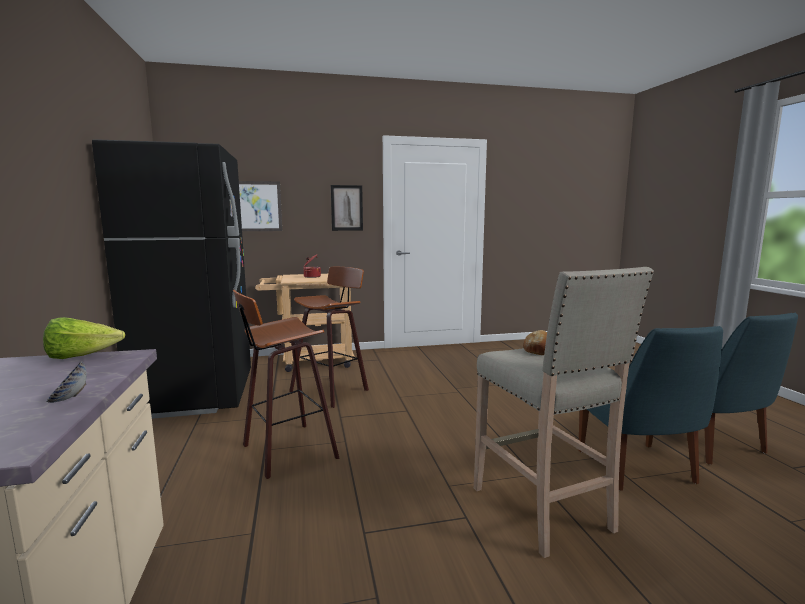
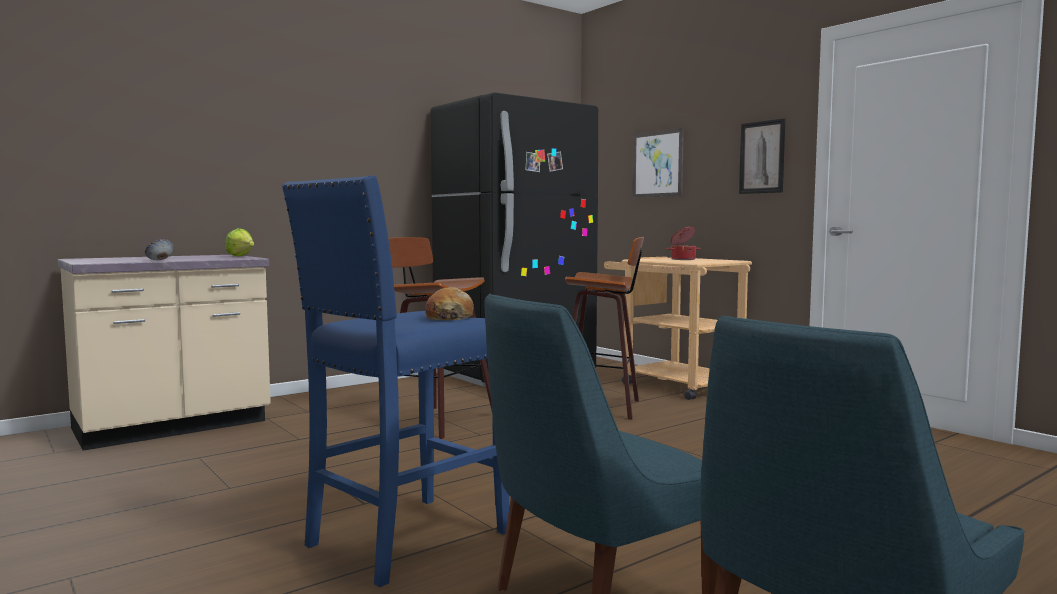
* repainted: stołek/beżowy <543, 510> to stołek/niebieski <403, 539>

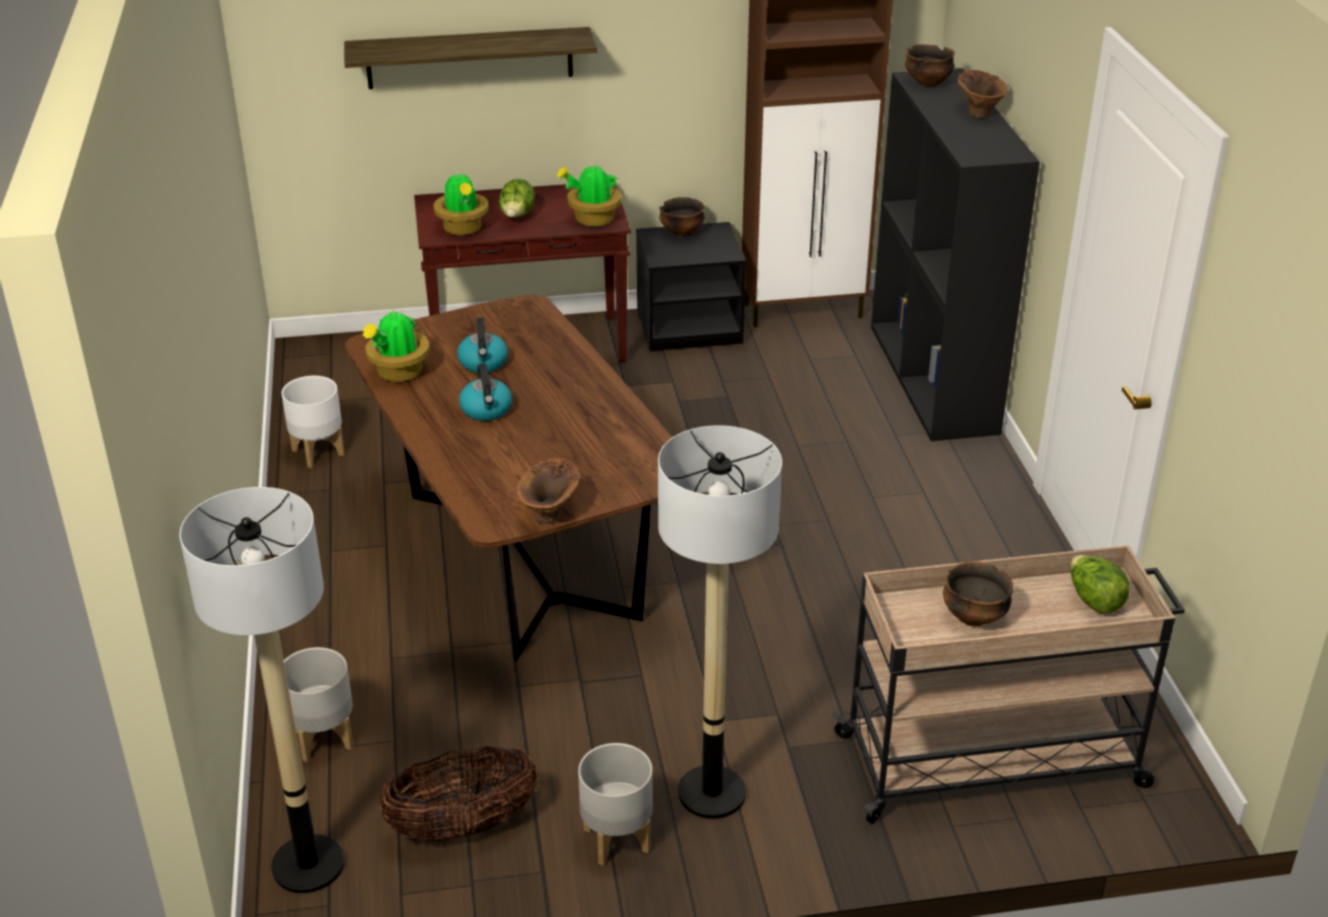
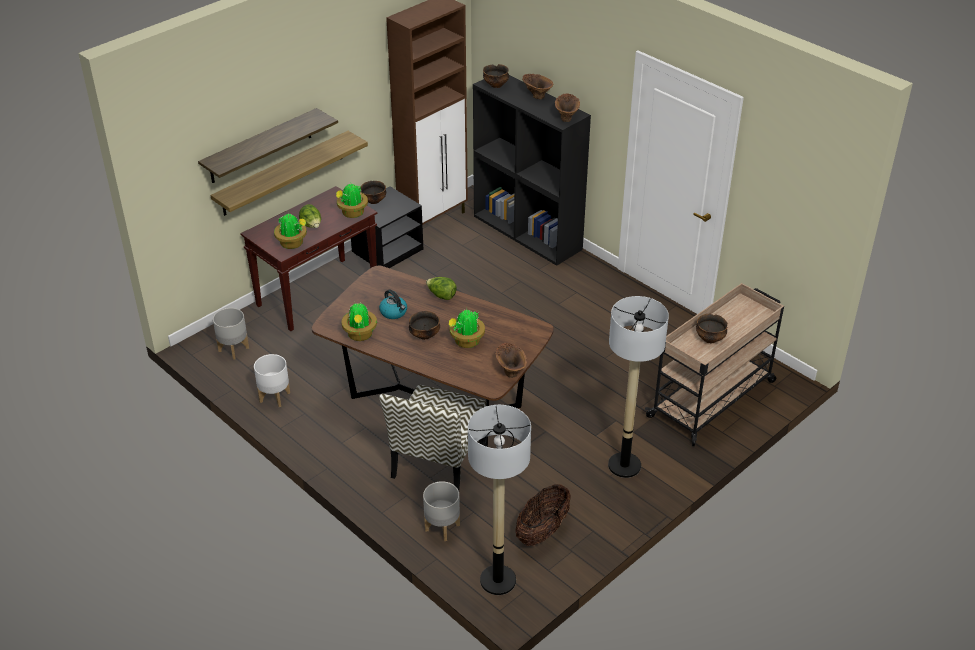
* new: półka <283, 173>
* shifted: donica/szary <617, 840> to <234, 349>
* new: krzesło <438, 461>
* swapped: czajnik <487, 410> to miska <424, 335>
* shifted: sałata <1093, 600> to <441, 296>
* new: roślina doniczkowa <466, 341>
* new: wazon/brązowy <567, 117>

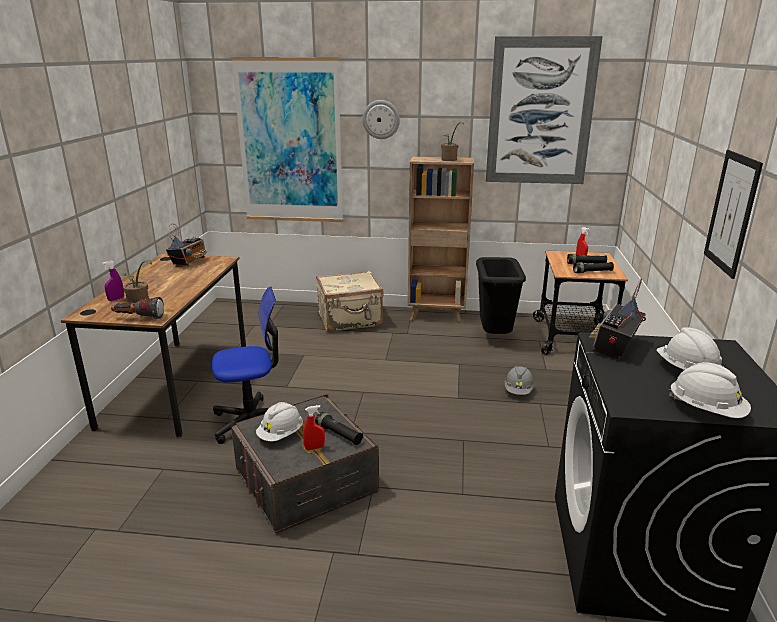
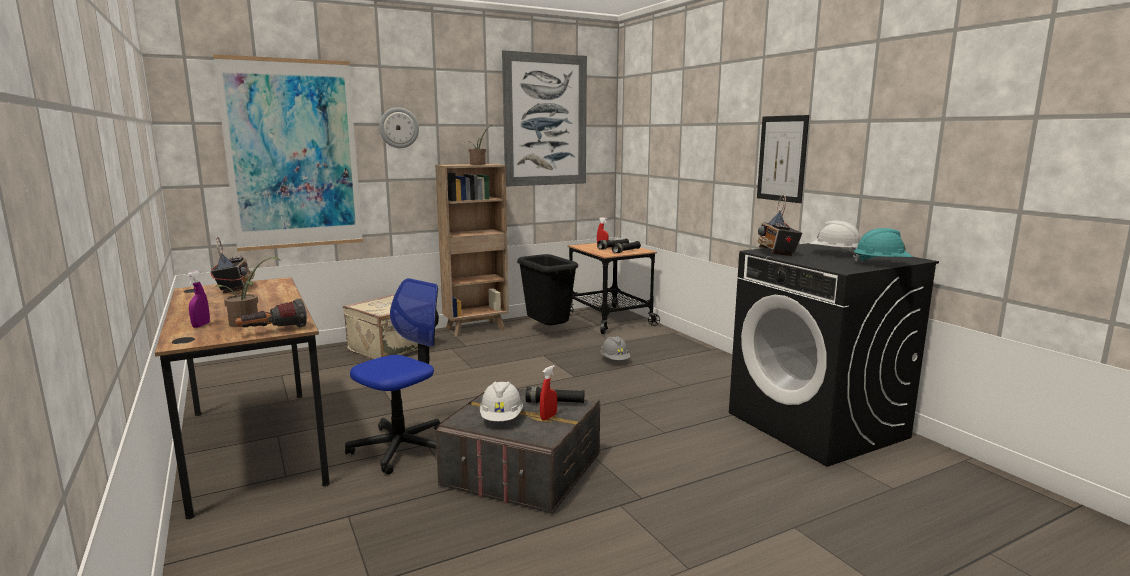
* repainted: kask/biały <706, 410> to kask/turkusowy <881, 264>

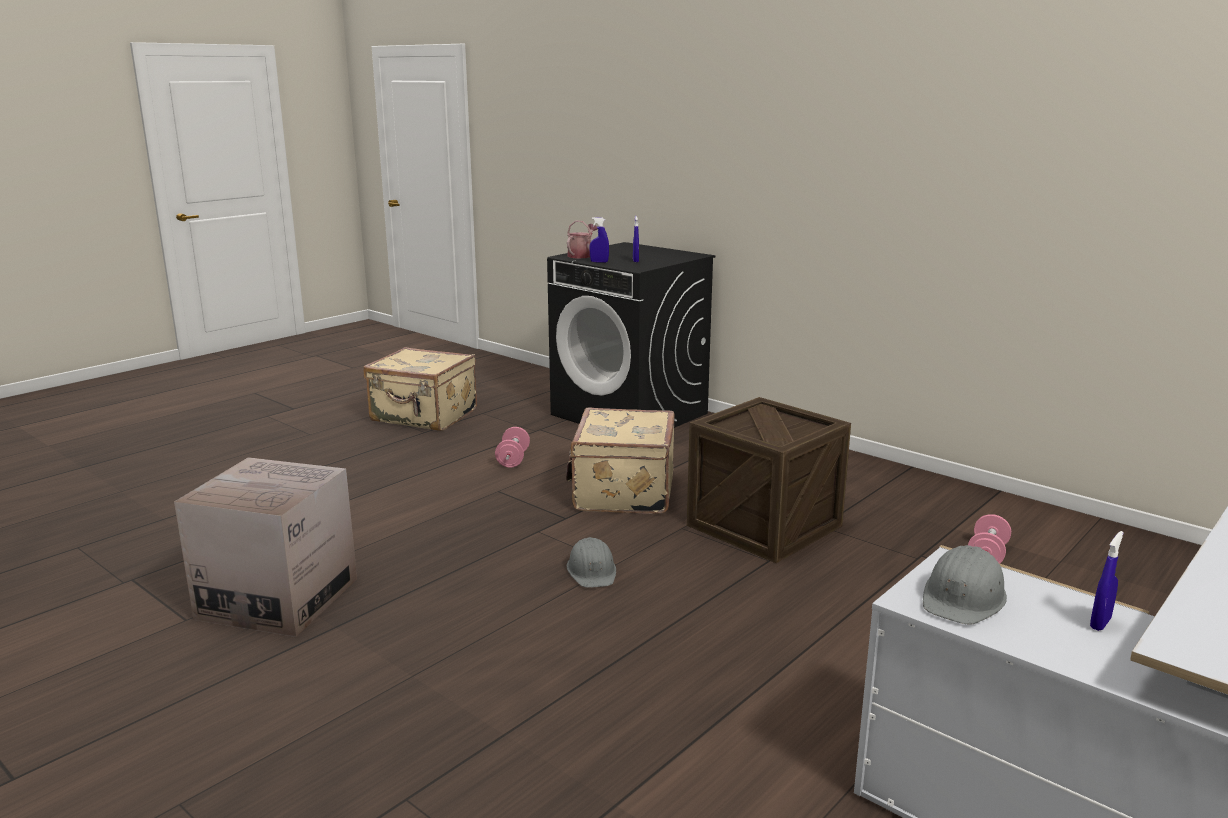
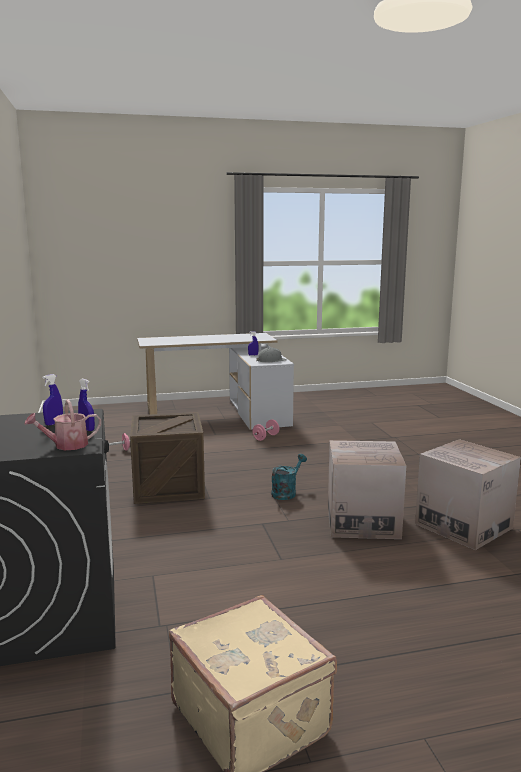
* shifted: hantel/różowy <513, 459> to <266, 437>
* swapped: kask/szary <592, 571> to konewka/turkusowy <286, 492>
* new: karton <362, 522>
* gone: walizka/beżowy <622, 492>

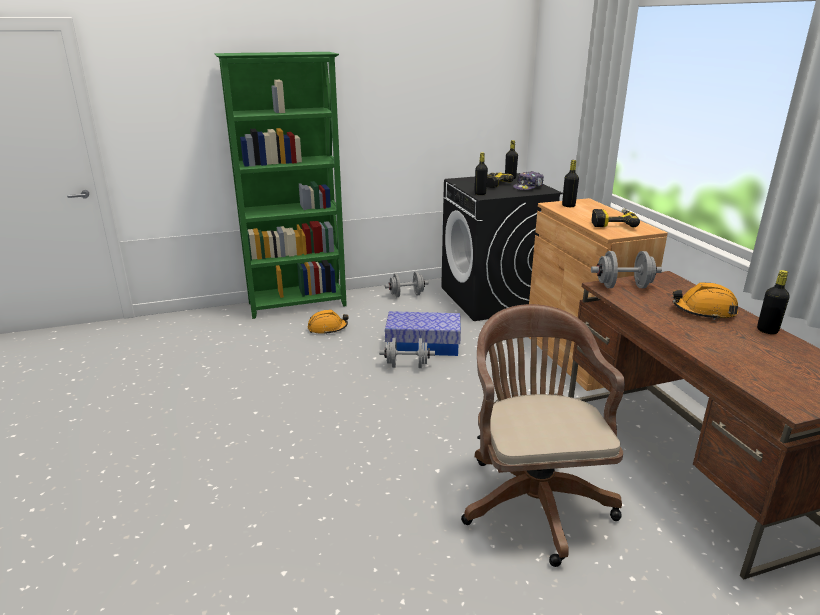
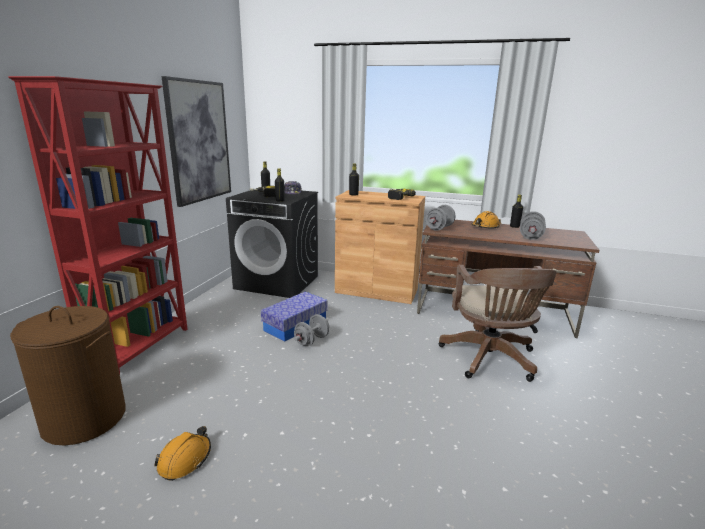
* repainted: regał/zielony <298, 305> to regał/czerwony <140, 348>
* new: kosz na pranie/brązowy <84, 419>
* shifted: kask/pomarańczowy <327, 328> to <185, 460>
* new: obraz <199, 141>
* rotated: krzesło biurowe/brązowy <533, 497> = <490, 359> 120 degrees counterclockwise
* shifted: hantel/szary <406, 295> to <530, 236>

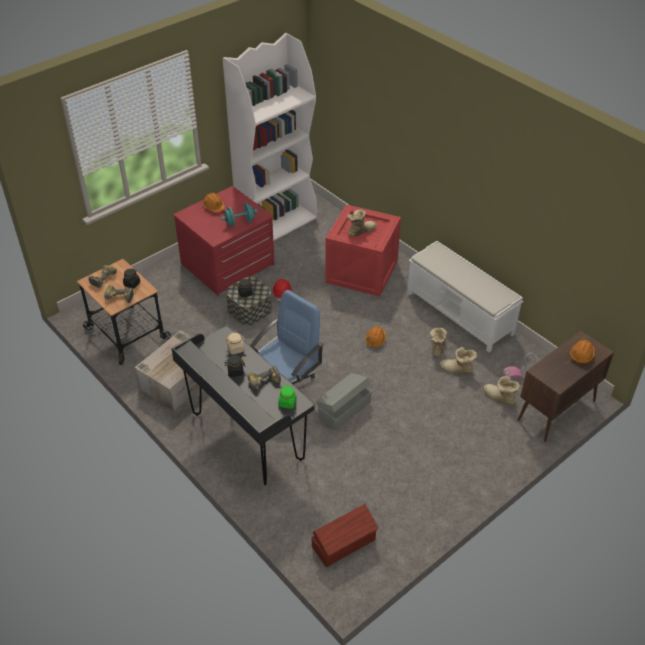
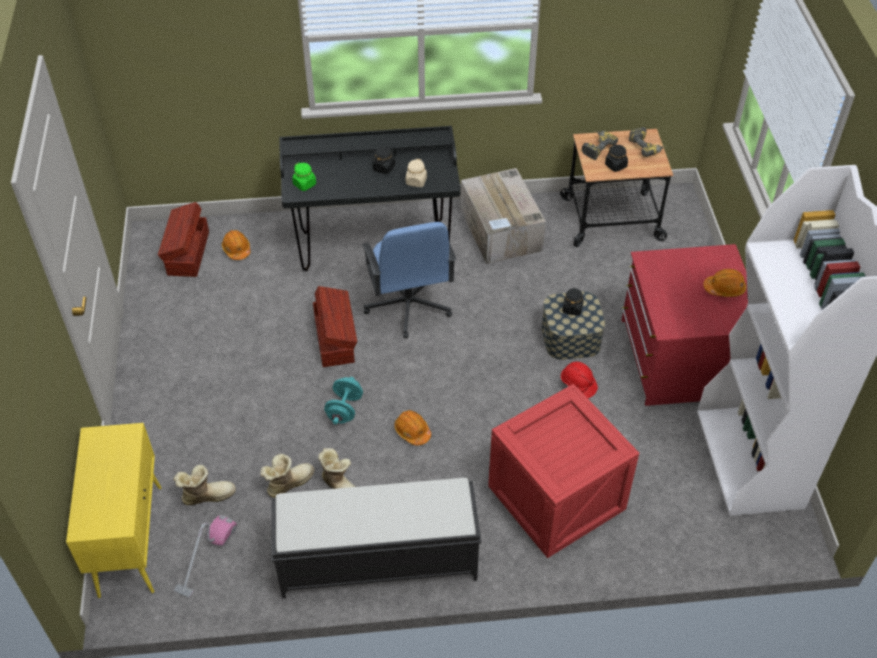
* repainted: szafka/brązowy <556, 411> to szafka/żółty <130, 539>
* shifted: kask/pomarańczowy <581, 355> to <236, 249>
* repainted: ławka/biały <460, 313> to ławka/czarny <376, 560>
* repainted: pojemnik do przechowywania/szary <343, 409> to pojemnik do przechowywania/brązowy <335, 338>
* shifted: hantel/turkusowy <240, 222> to <344, 409>
* gone: wiertarka <265, 384>
* gone: but z cholewką <360, 231>

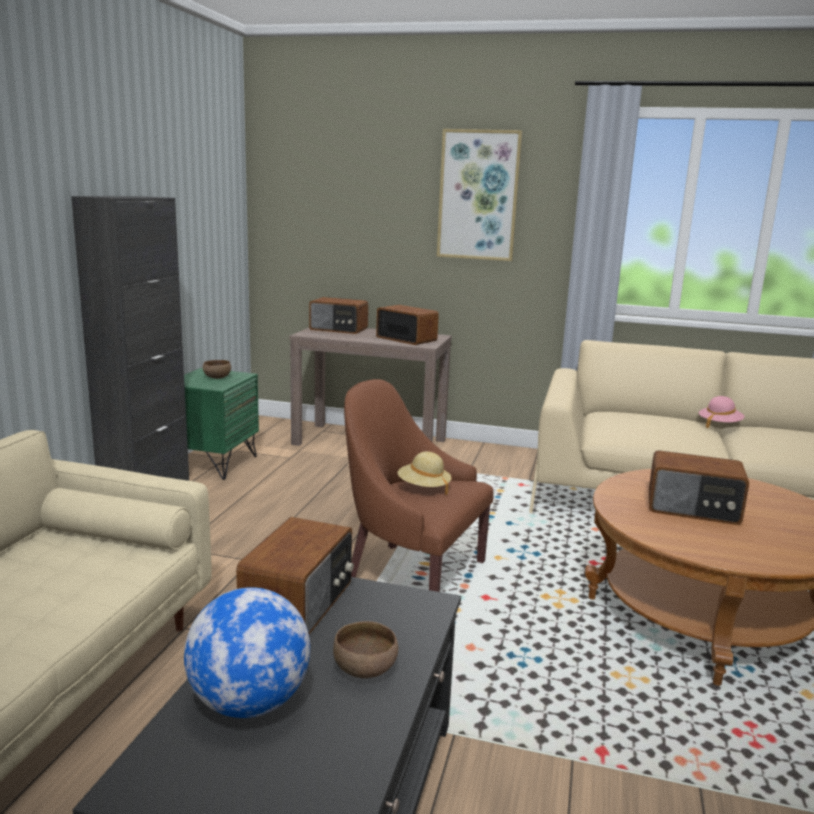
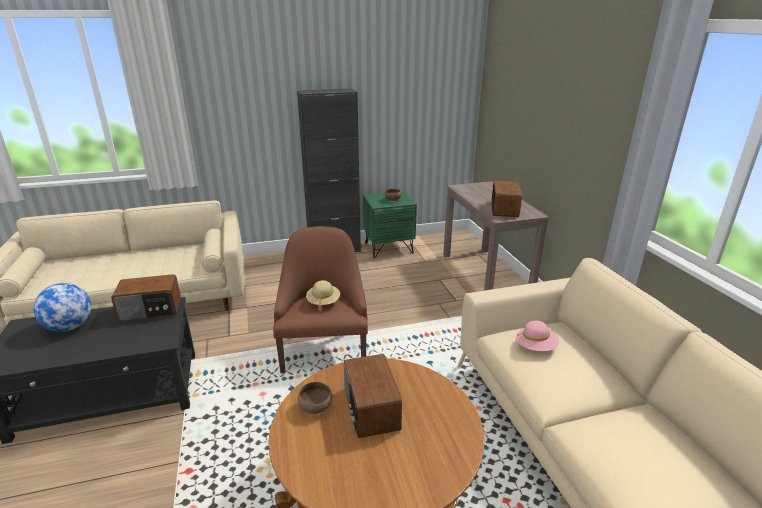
* shifted: miska/brązowy <366, 668> to <316, 407>
* shifted: kapelusz/różowy <719, 425> to <536, 347>
* gone: radio <338, 329>
* gone: obraz <478, 195>

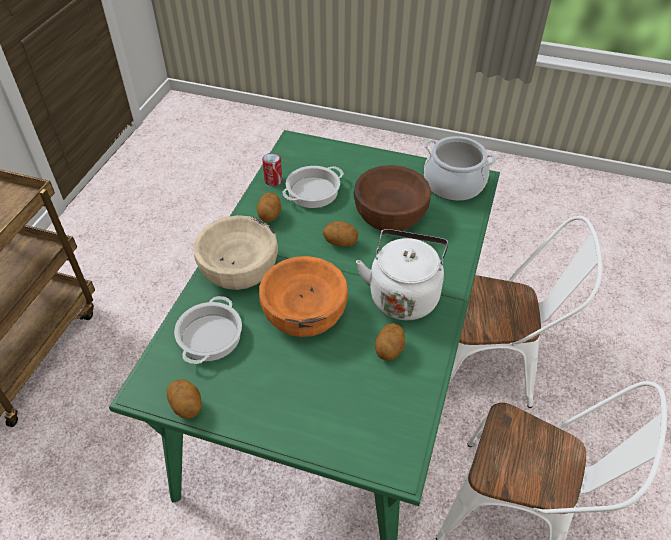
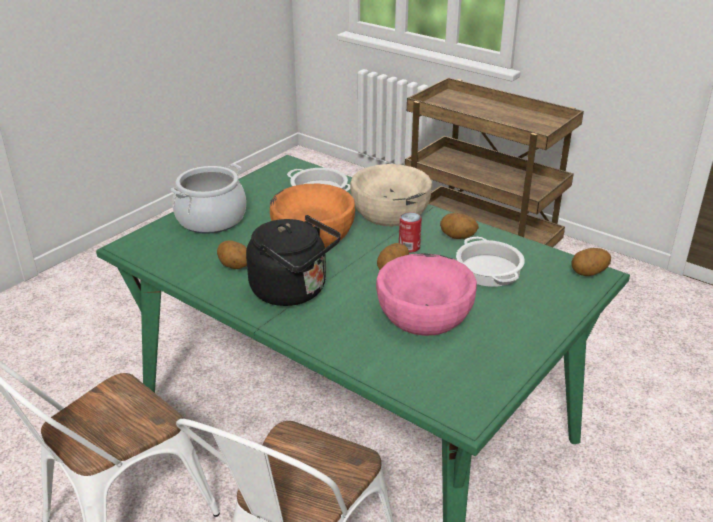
* shifted: garnek <454, 184> to <211, 219>
* repainted: czajnik/biały <403, 294> to czajnik/czarny <293, 291>
* repainted: miska/brązowy <390, 213> to miska/różowy <424, 314>
* shifted: puszka <273, 180> to <409, 247>
* shifted: ziemniak <187, 406> to <589, 273>

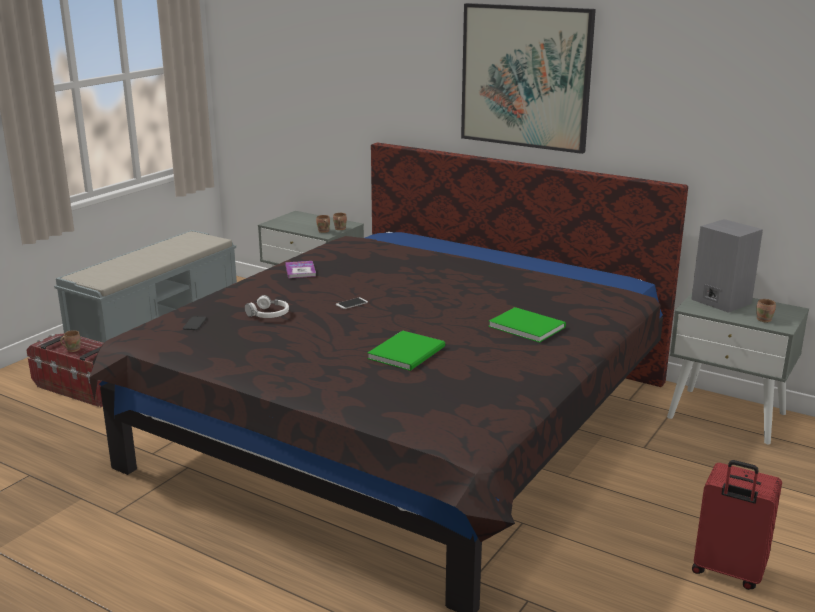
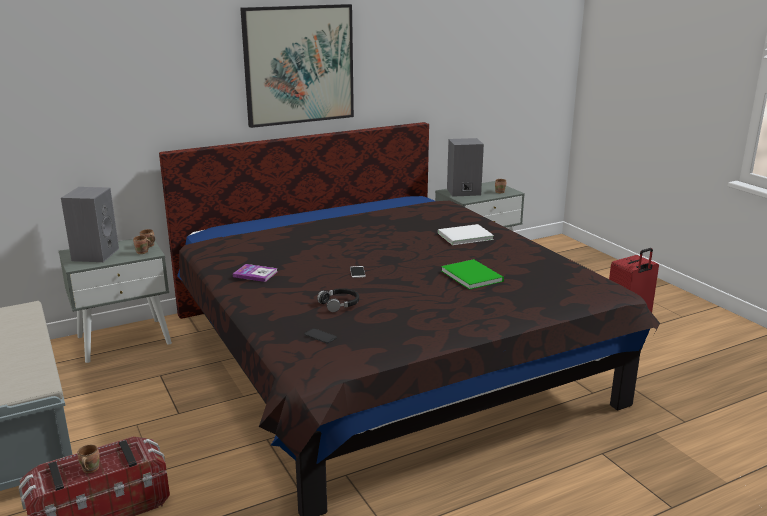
* new: głośnik/szary <95, 254>
* repainted: słuchawki/biały <268, 314> to słuchawki/czarny <339, 304>
* repainted: książka/zielony <526, 326> to książka/biały <463, 236>

